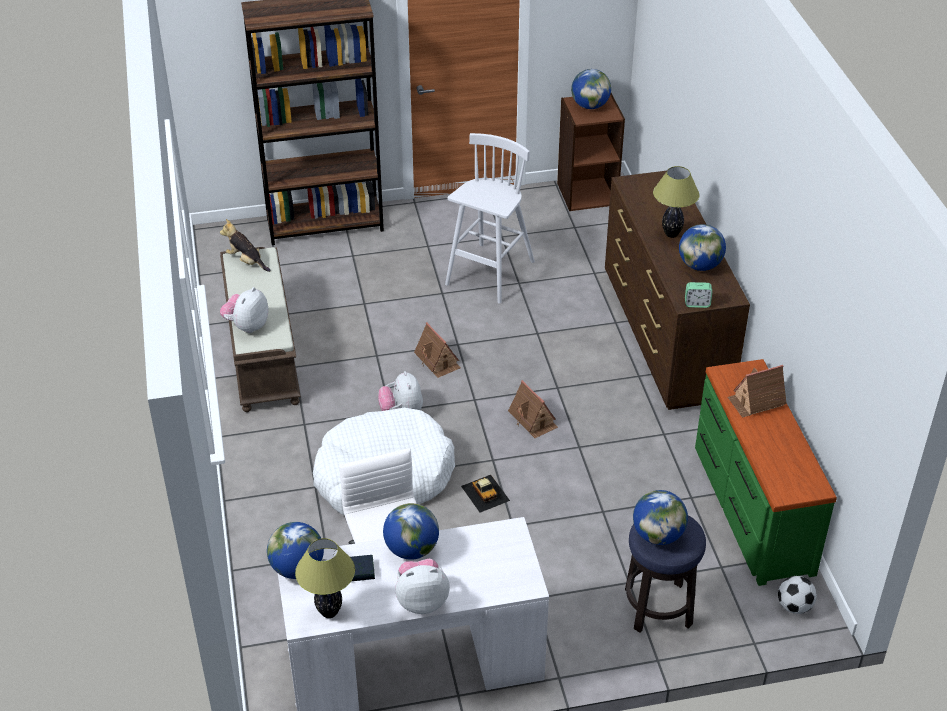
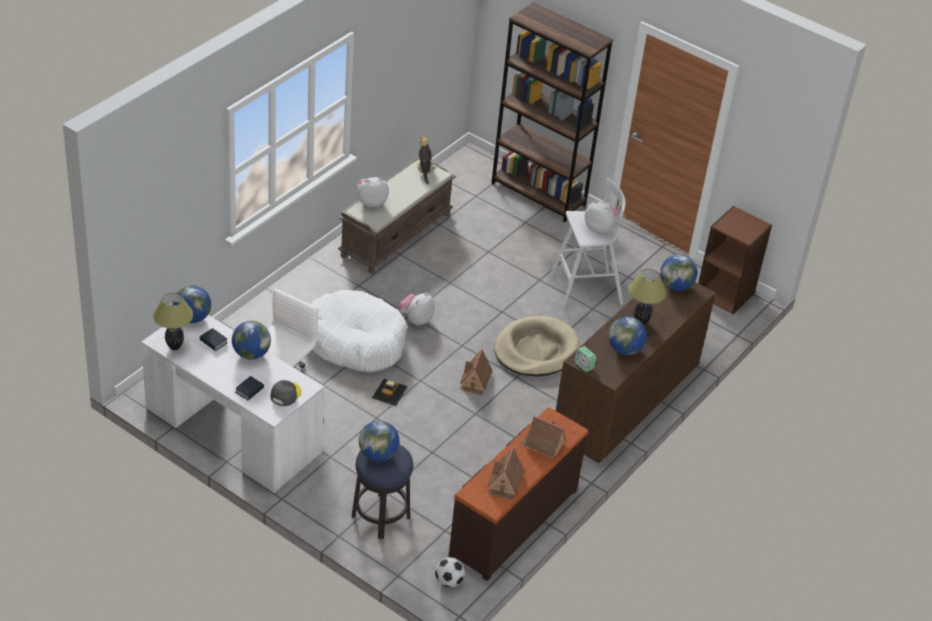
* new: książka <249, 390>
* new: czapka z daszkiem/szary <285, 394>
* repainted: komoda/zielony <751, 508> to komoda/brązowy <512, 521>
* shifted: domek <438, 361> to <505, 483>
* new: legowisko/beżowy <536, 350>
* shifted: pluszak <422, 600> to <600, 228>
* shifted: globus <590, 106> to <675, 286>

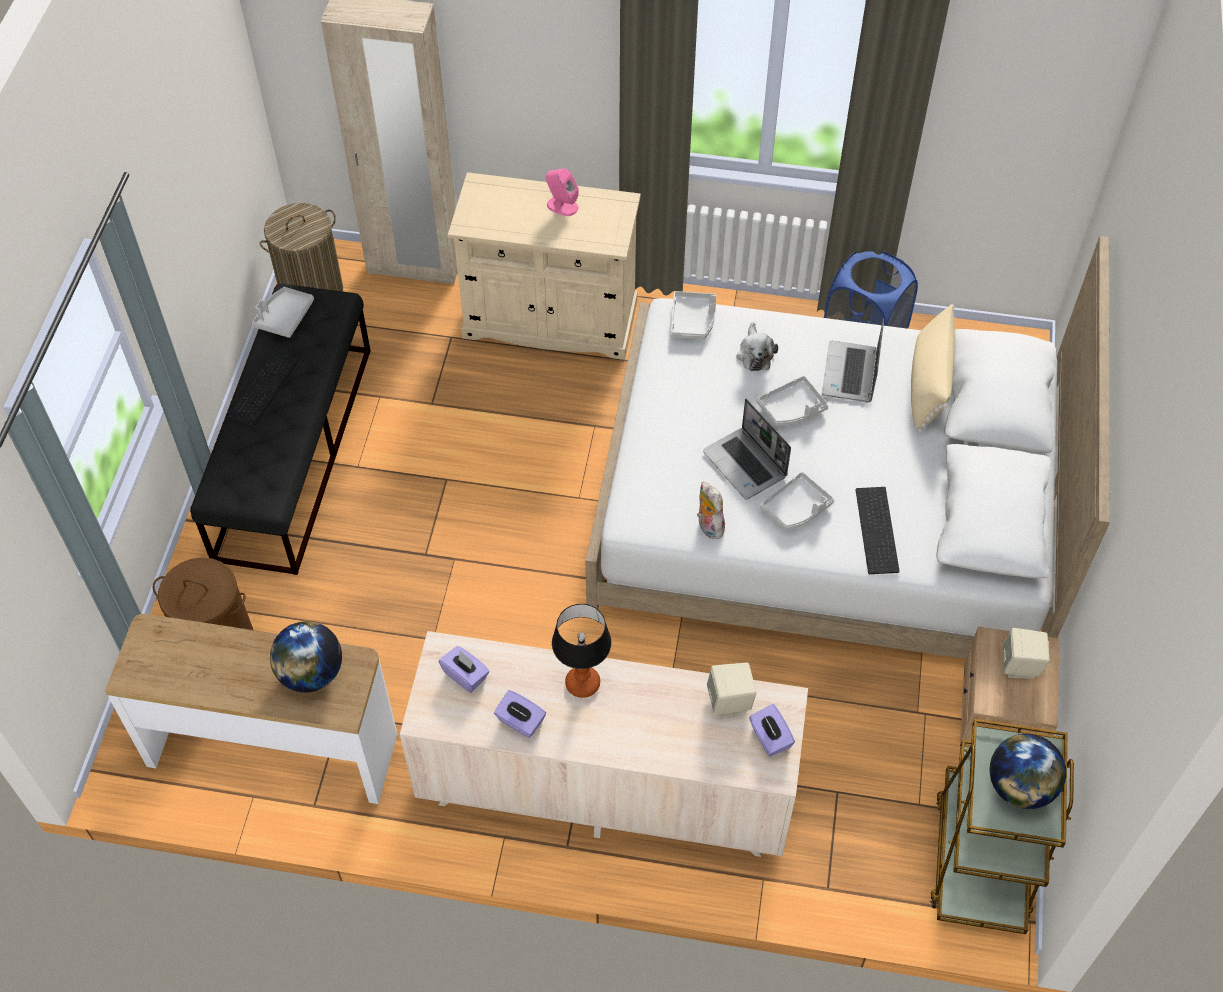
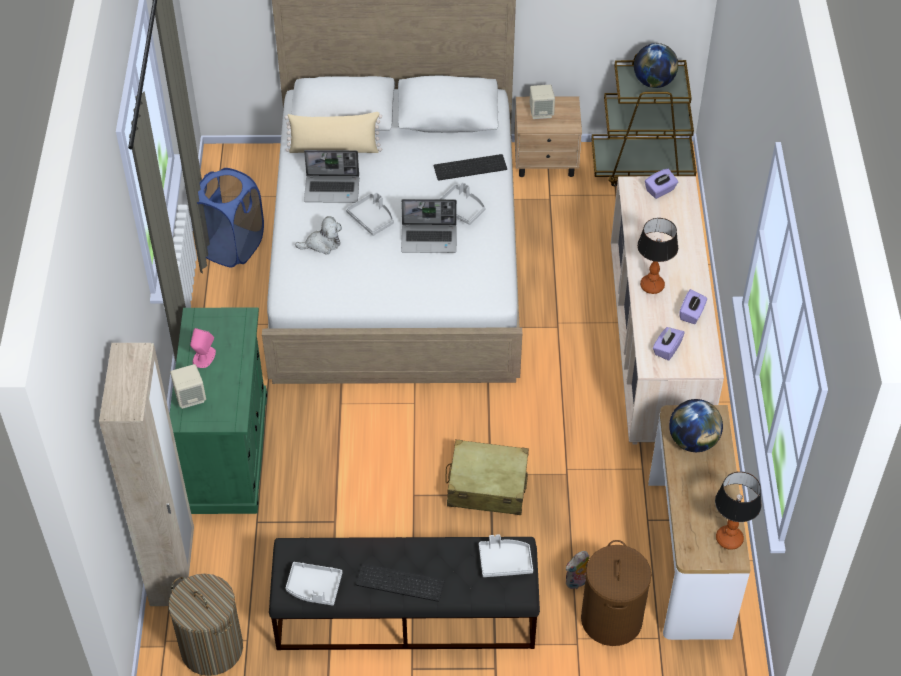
* repainted: szafka/beżowy <550, 320> to szafka/zielony <228, 452>
* shifted: głośnik/beżowy <730, 701> to <190, 397>
* rotated: laptop <746, 465> = <429, 239> 45 degrees clockwise
* new: walizka/beżowy <487, 486>
* shifted: taca/szary <693, 321> to <505, 561>
* shifted: pluszak <708, 526> to <577, 582>
* new: lampa stołowa <728, 538>

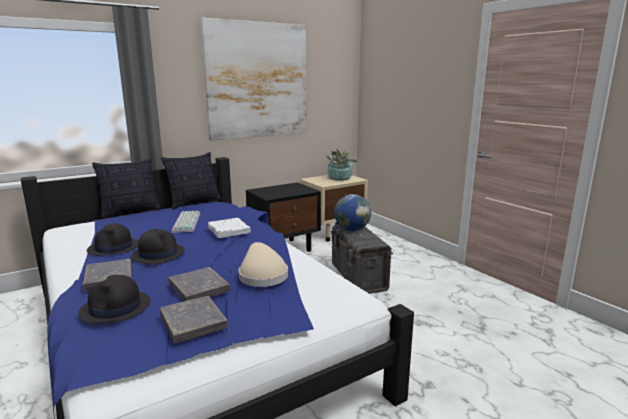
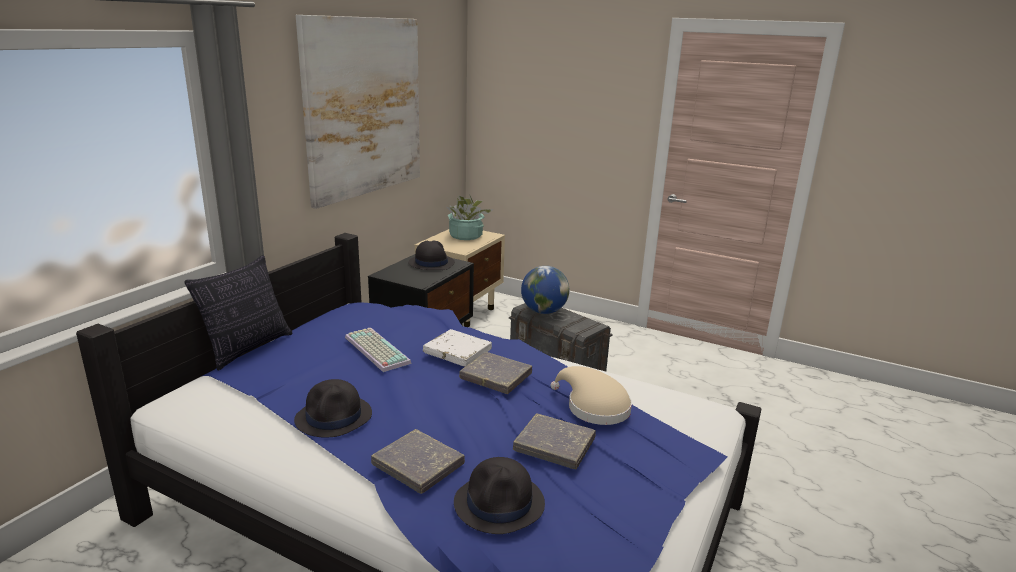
* shifted: kapelusz/czarny <158, 254> to <431, 263>
* shifted: książka/szary <193, 322> to <496, 376>
* gone: poduszka <194, 203>

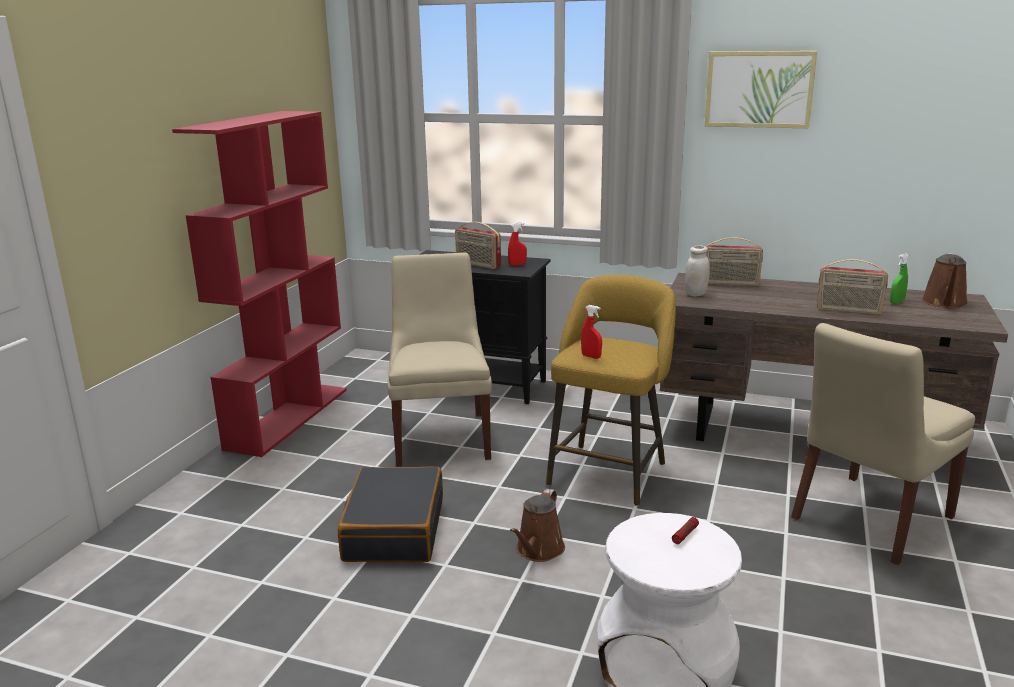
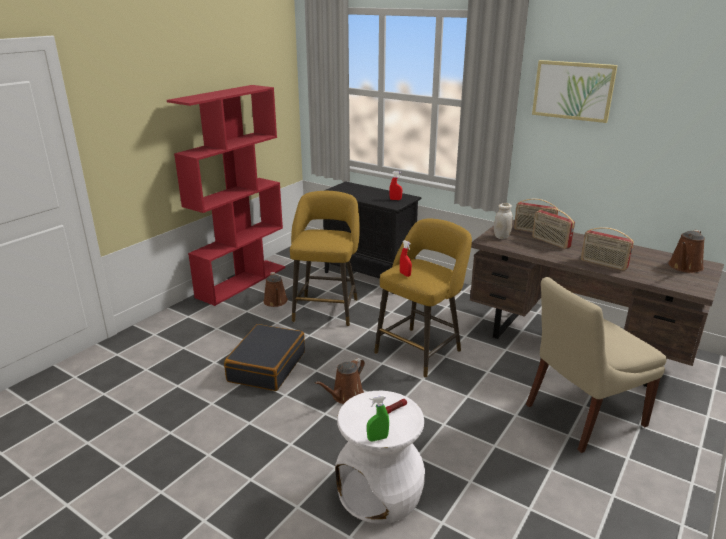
* new: konewka/brązowy <276, 302>
* swapped: krzesło/beżowy <441, 436> to stołek/żółty <326, 308>
* shifted: spryskiwacz/zielony <896, 302> to <377, 438>
* shifted: radio <477, 265> to <550, 242>

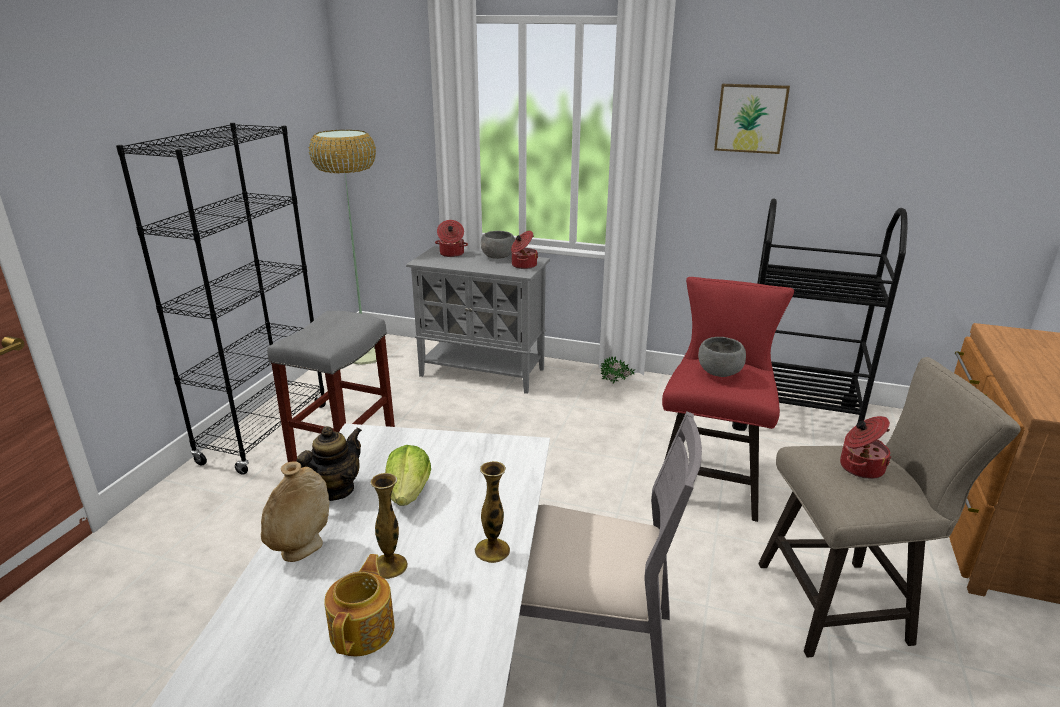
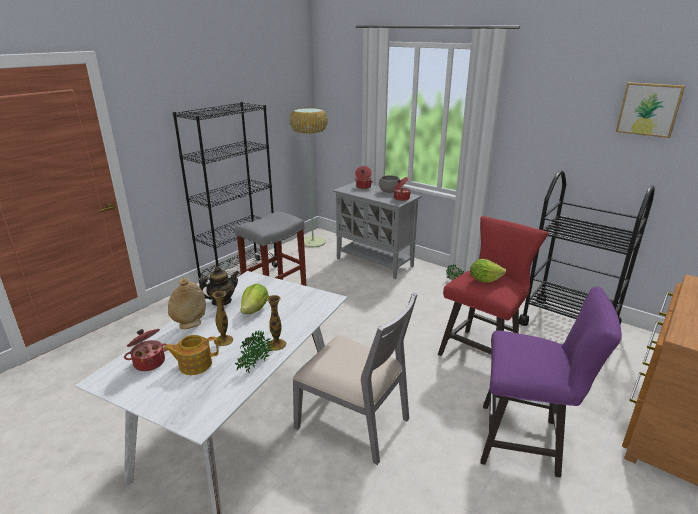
* shifted: garnek <860, 467> to <149, 362>
* rotated: imbryk <364, 629> = <194, 364> 135 degrees counterclockwise
* new: roślina doniczkowa <253, 366>
* swapped: miska/szary <719, 373> to sałata <484, 280>
* repainted: stołek/beżowy <844, 604> to stołek/fioletowy <526, 442>
* shifted: obraz <751, 118> to <649, 109>

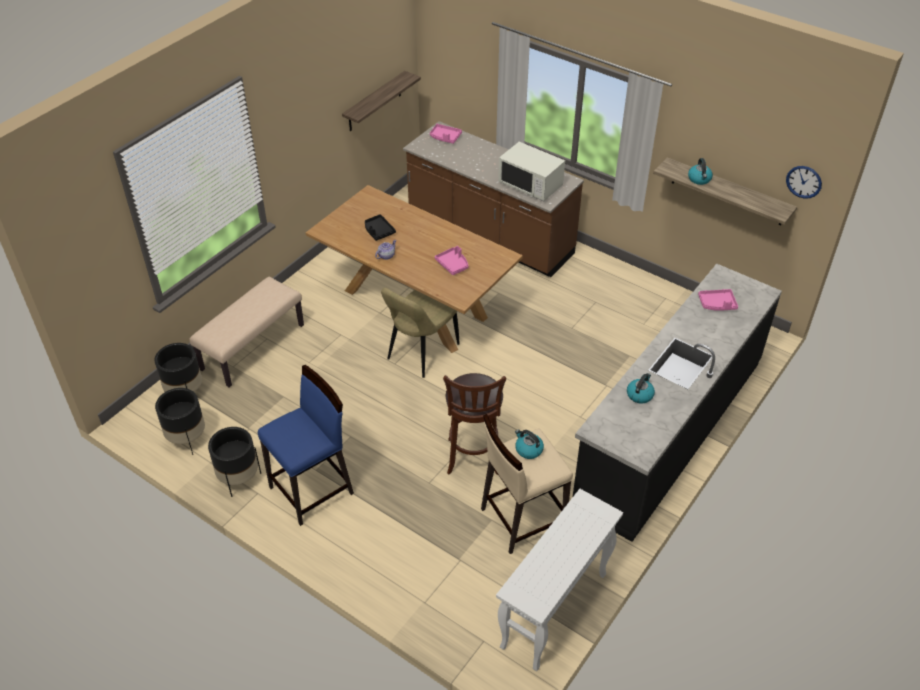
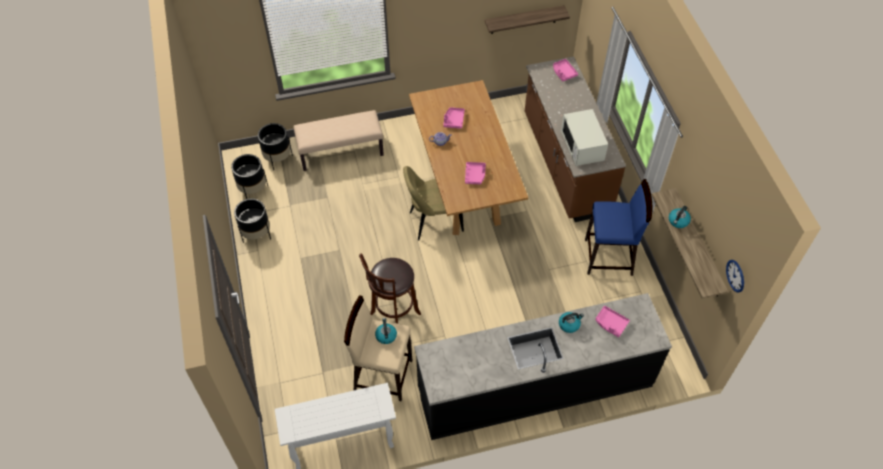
* repainted: taca/czarny <378, 231> to taca/różowy <453, 120>
* shifted: czajnik <640, 394> to <569, 324>
* shifted: stołek/niebieski <312, 490> to <609, 257>

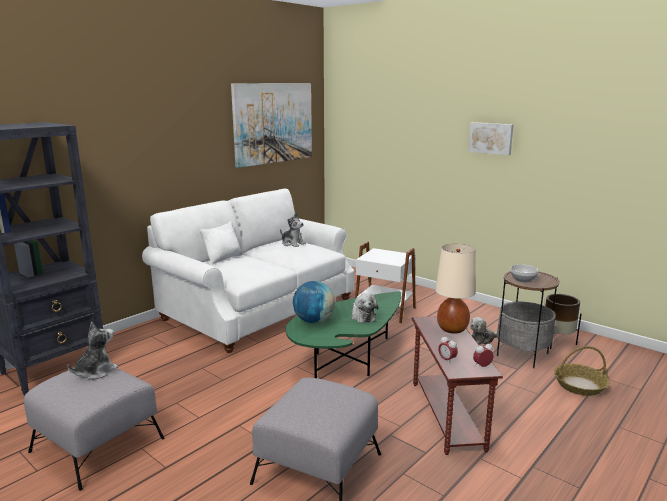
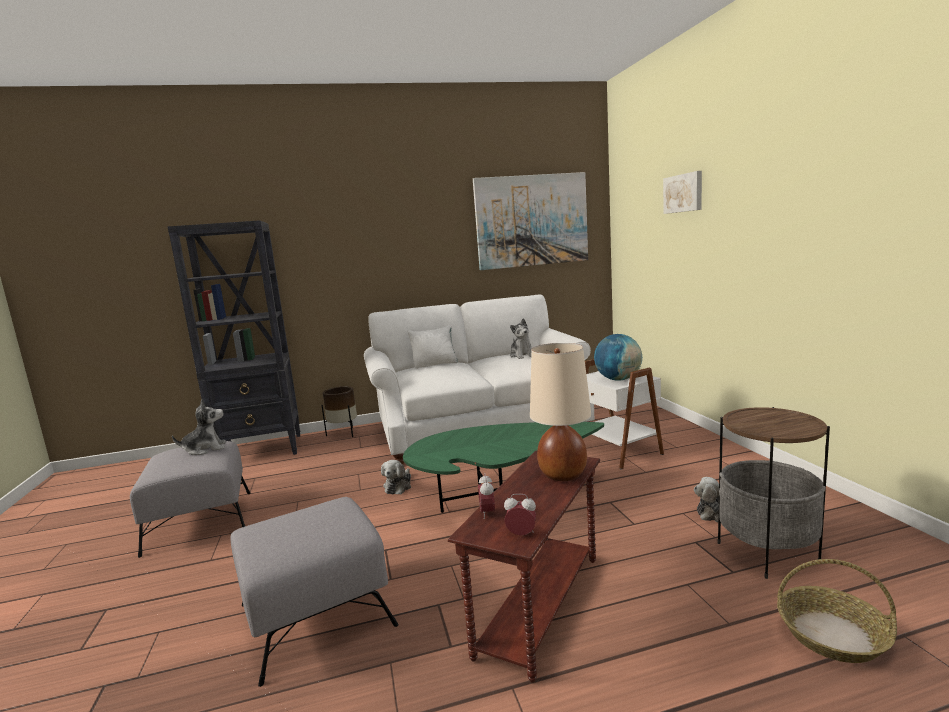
* shifted: donica/brązowy <557, 342> to <344, 433>
* shifted: pluszak <362, 316> to <398, 486>
* shifted: globus <314, 321> to <618, 379>
* shifted: obraz <491, 138> to <683, 193>
* gone: miska <522, 279>

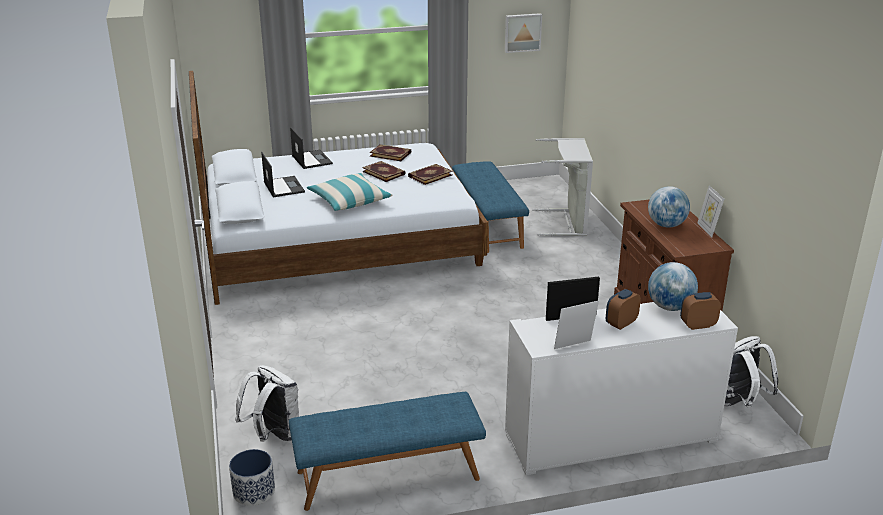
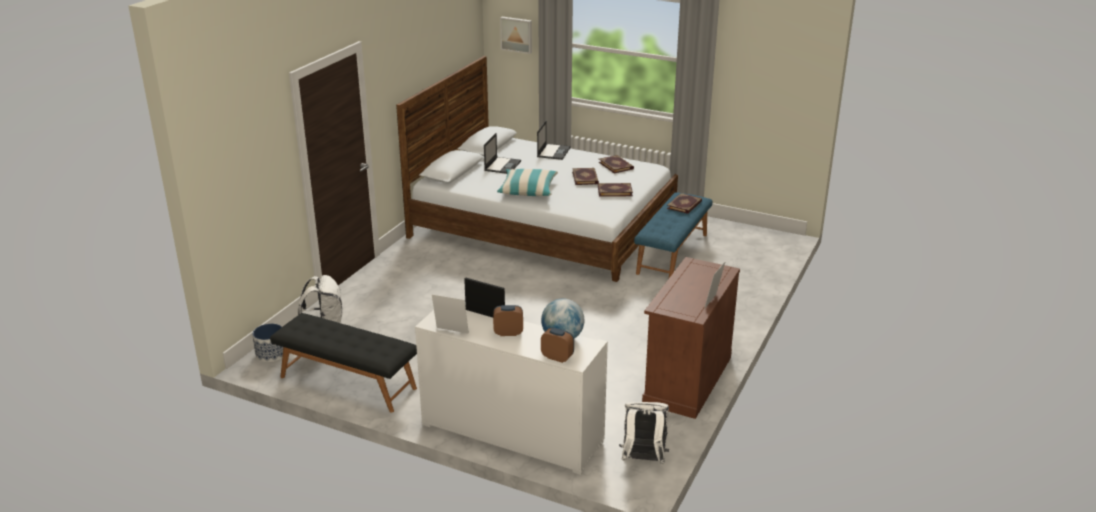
* repainted: ławka/niebieski <388, 476> to ławka/czarny <347, 383>
* shifted: obraz <522, 32> to <517, 34>
* new: książka <685, 205>
* gone: kosz na pranie/szary <566, 223>
* gone: globus <666, 225>

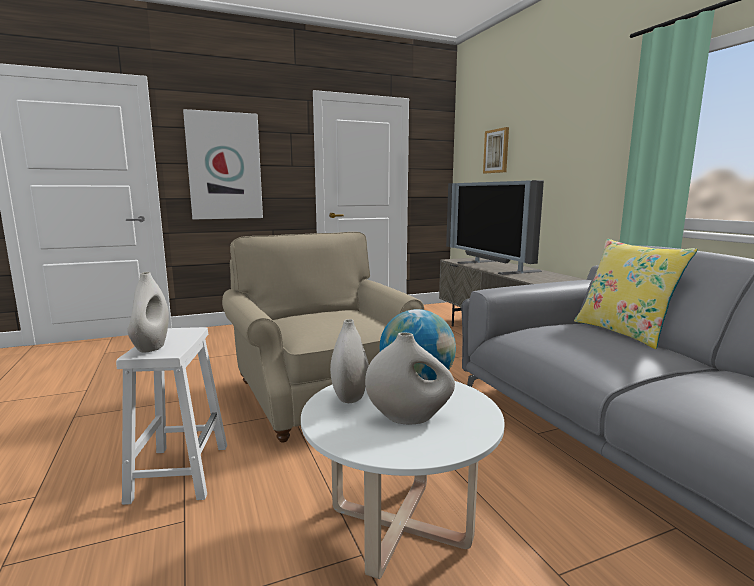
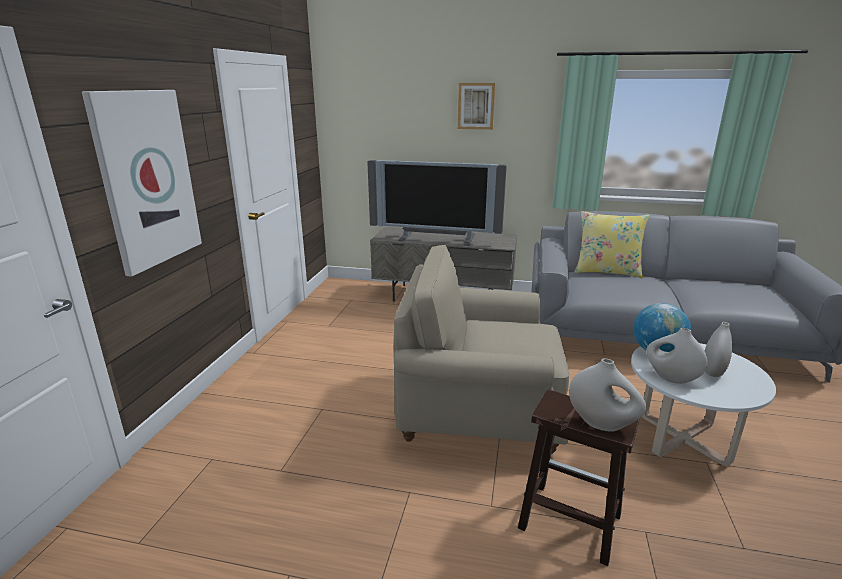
* shifted: obraz <496, 151> to <476, 106>
* repainted: stołek/biały <180, 471> to stołek/brązowy <568, 521>

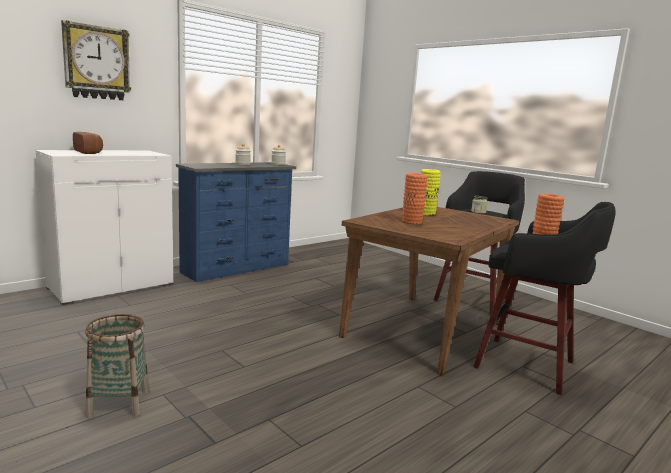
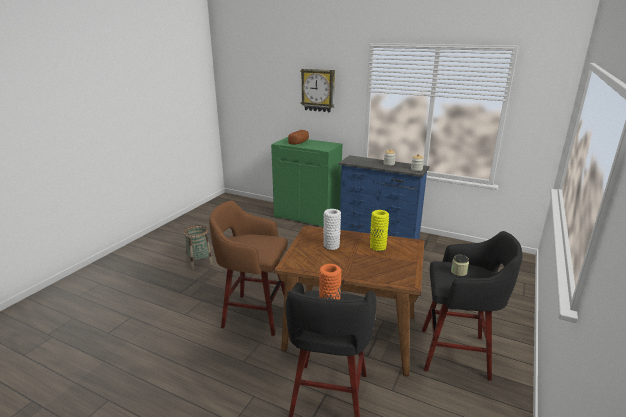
* new: stołek/brązowy <254, 314>
* repainted: szafka/biały <112, 286> to szafka/zielony <307, 216>
* repainted: wazon/pomarańczowy <411, 222> to wazon/biały <331, 246>

